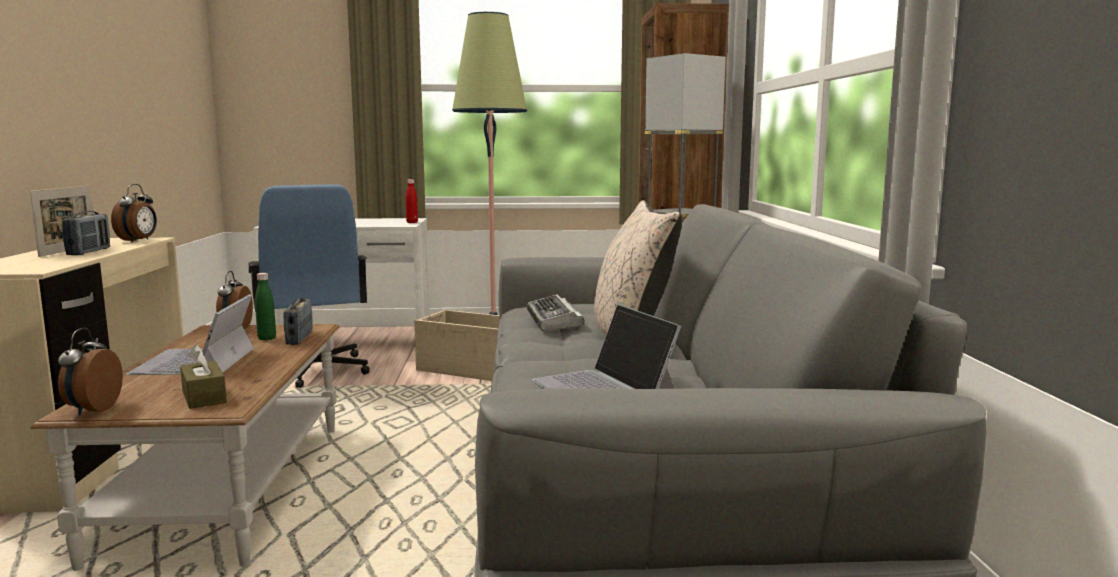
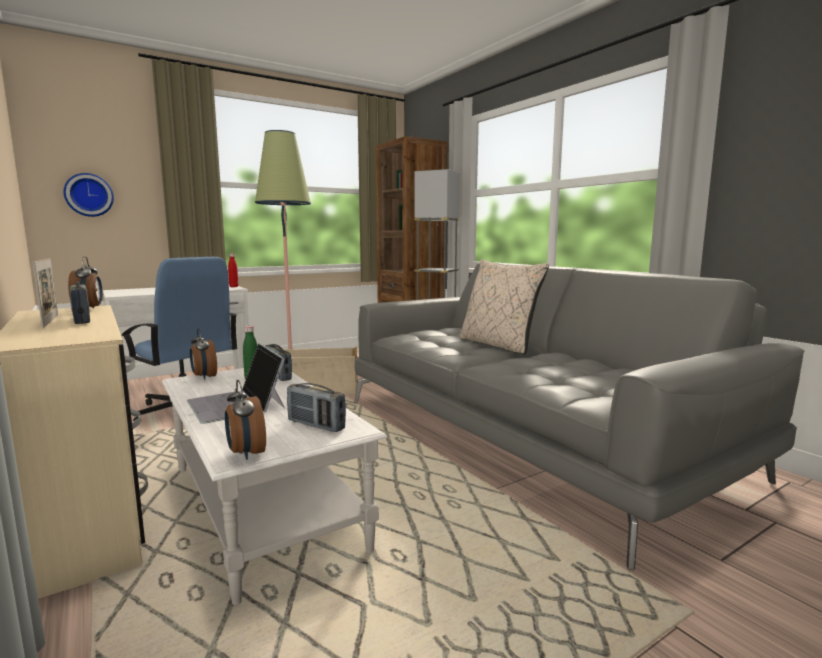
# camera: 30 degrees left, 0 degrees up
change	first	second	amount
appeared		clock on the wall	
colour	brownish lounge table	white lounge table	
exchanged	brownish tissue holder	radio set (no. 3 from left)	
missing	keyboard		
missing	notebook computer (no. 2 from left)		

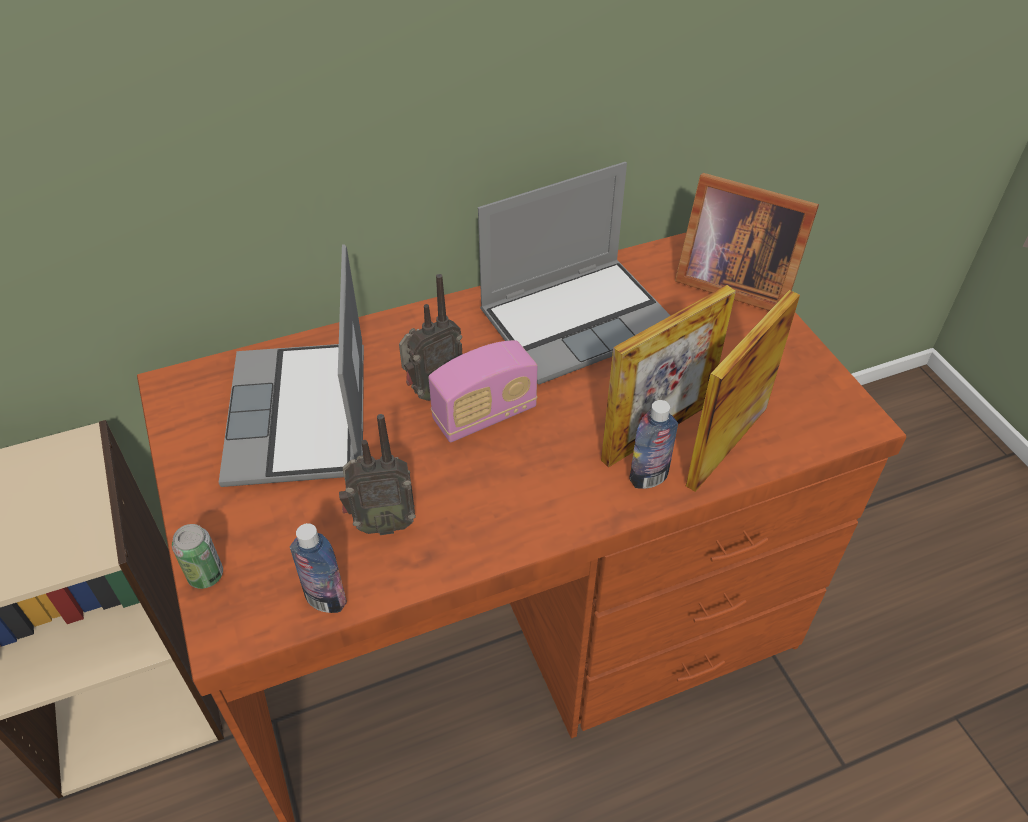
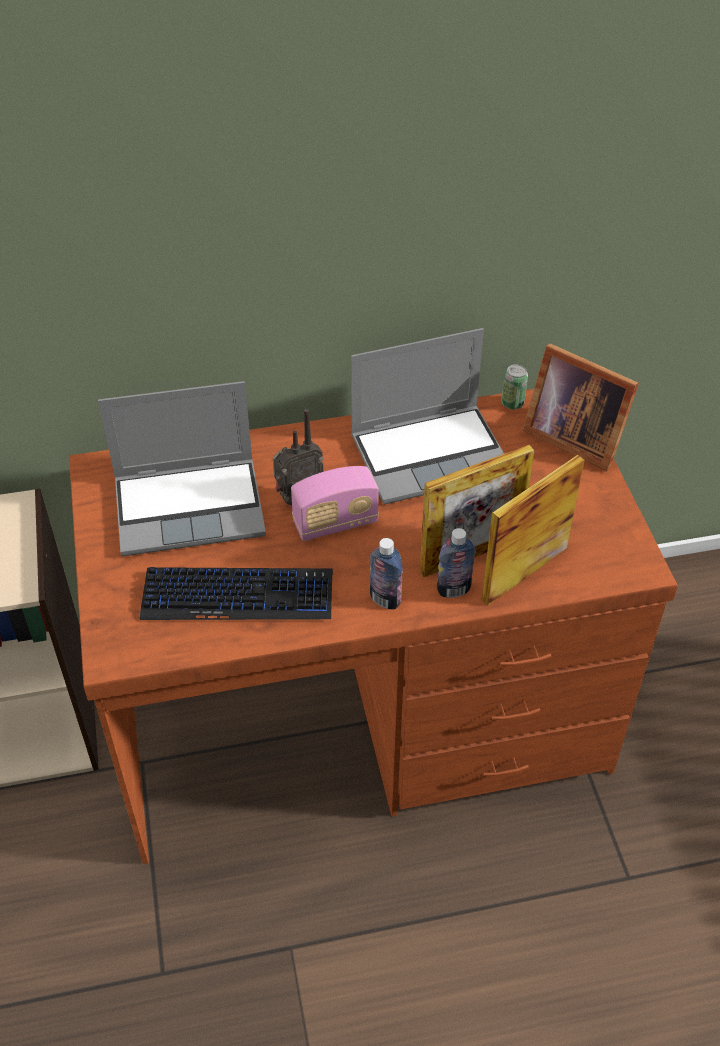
# camera: 10 degrees right, 0 degrees up
change	first	second	amount
spun	notebook computer (no. 1 from left)		105 degrees counterclockwise
exchanged	radio set (no. 1 from left)	keyboard	
relocated	drink bottle (no. 1 from left)		
relocated	metal can		

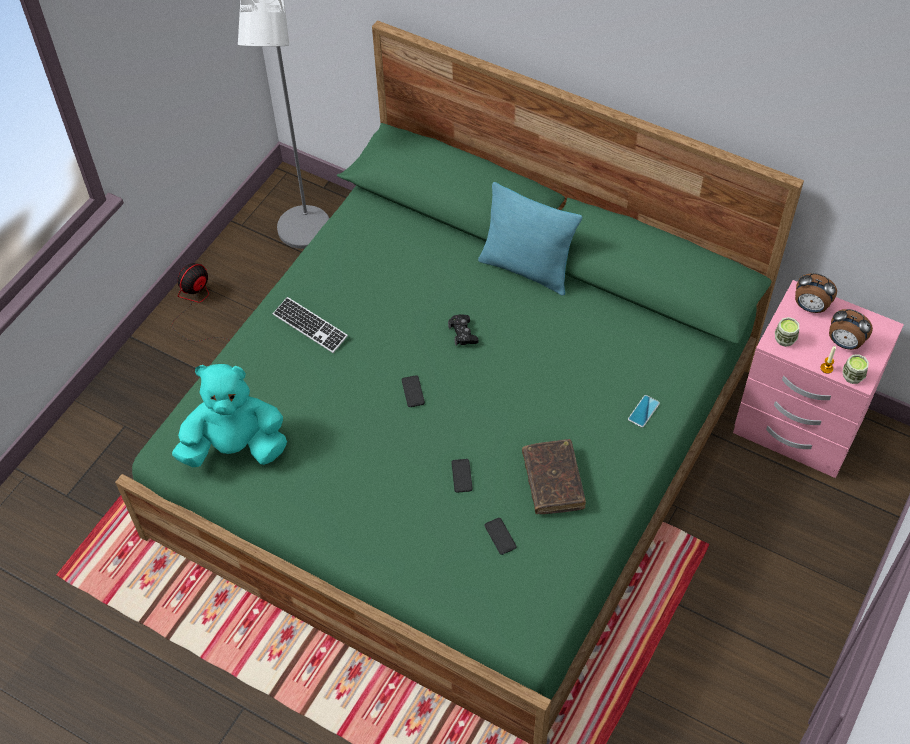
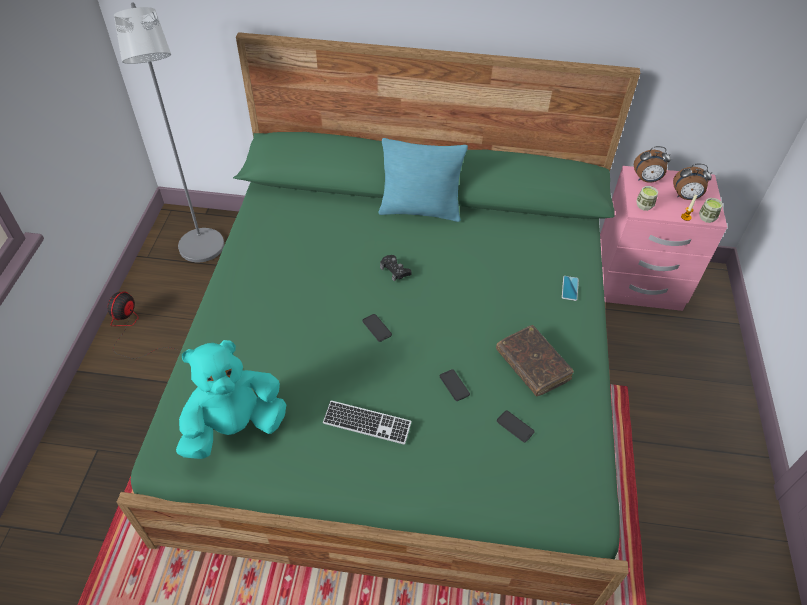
# camera: 25 degrees left, 5 degrees down
change	first	second	amount
relocated	keyboard		

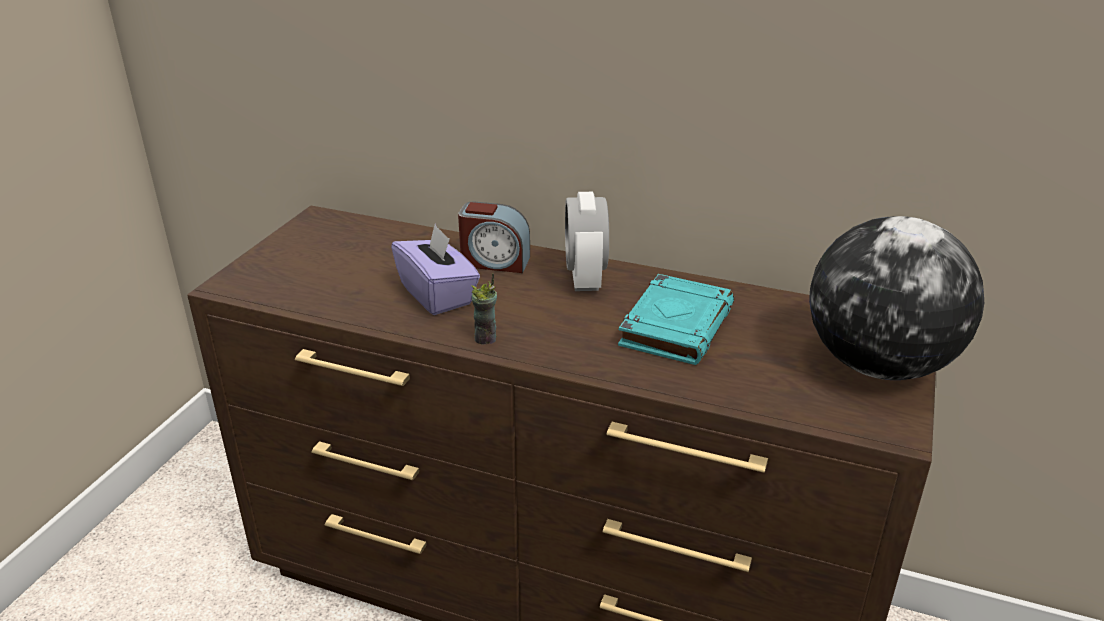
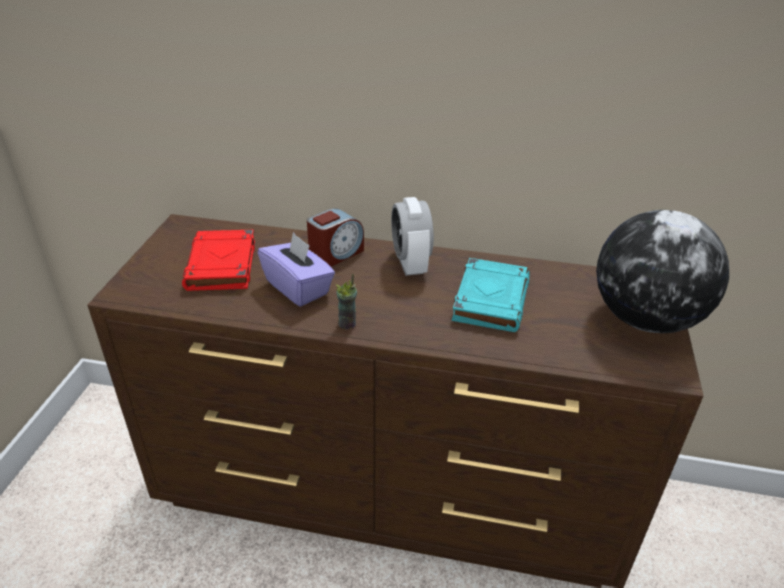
# camera: 10 degrees left, 5 degrees up
change	first	second	amount
appeared		red-coloured volume	
spun	bedside clock (no. 1 from left)		45 degrees counterclockwise

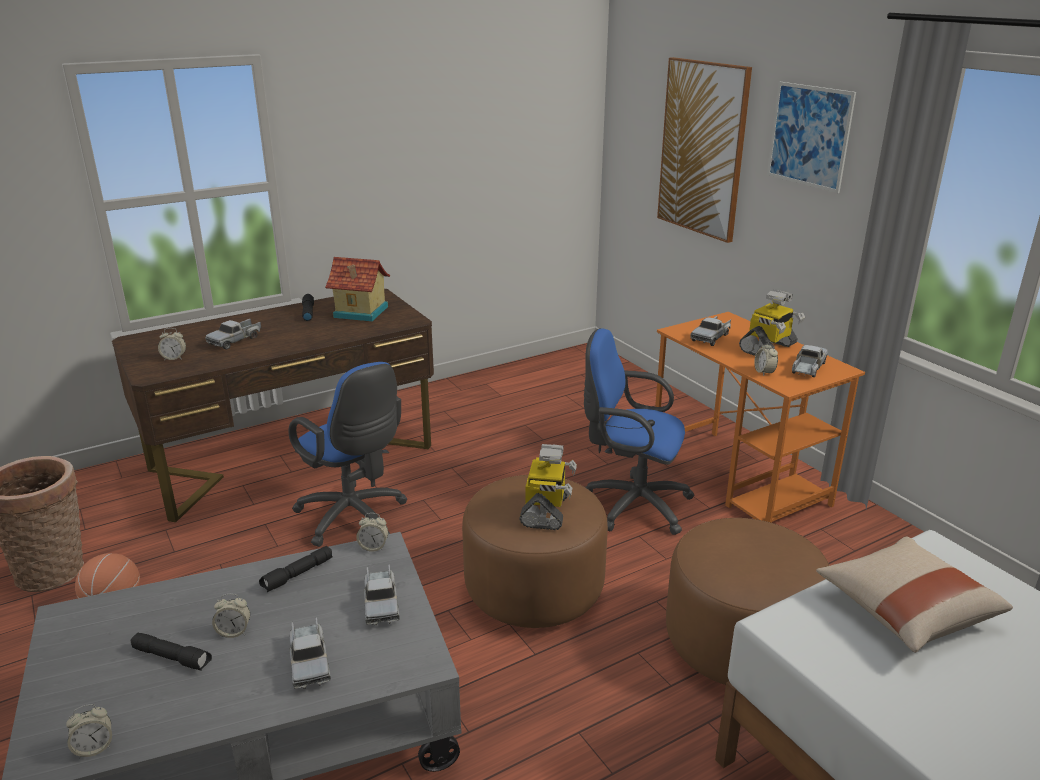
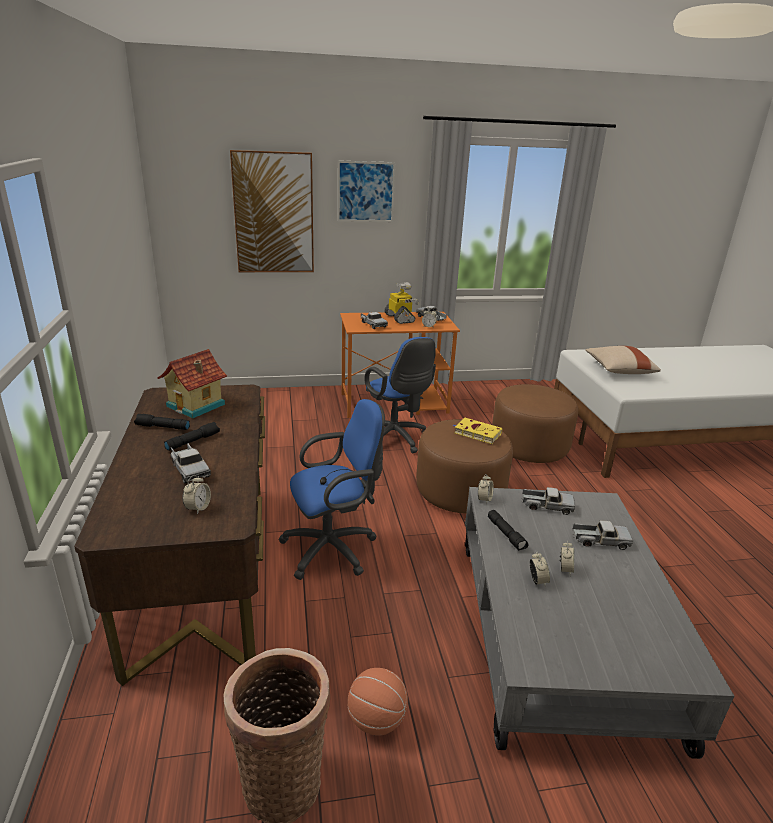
# camera: 70 degrees left, 0 degrees up
change	first	second	amount
relocated	blackish flashlight (no. 1 from left in the first image)	blackish flashlight (no. 2 from left)	
spun	blue office chair (no. 2 from left)		75 degrees counterclockwise
exchanged	toy robot (no. 1 from left)	yellowish volume	
relocated	bedside clock (no. 1 from left in the first image)	bedside clock (no. 4 from left)	

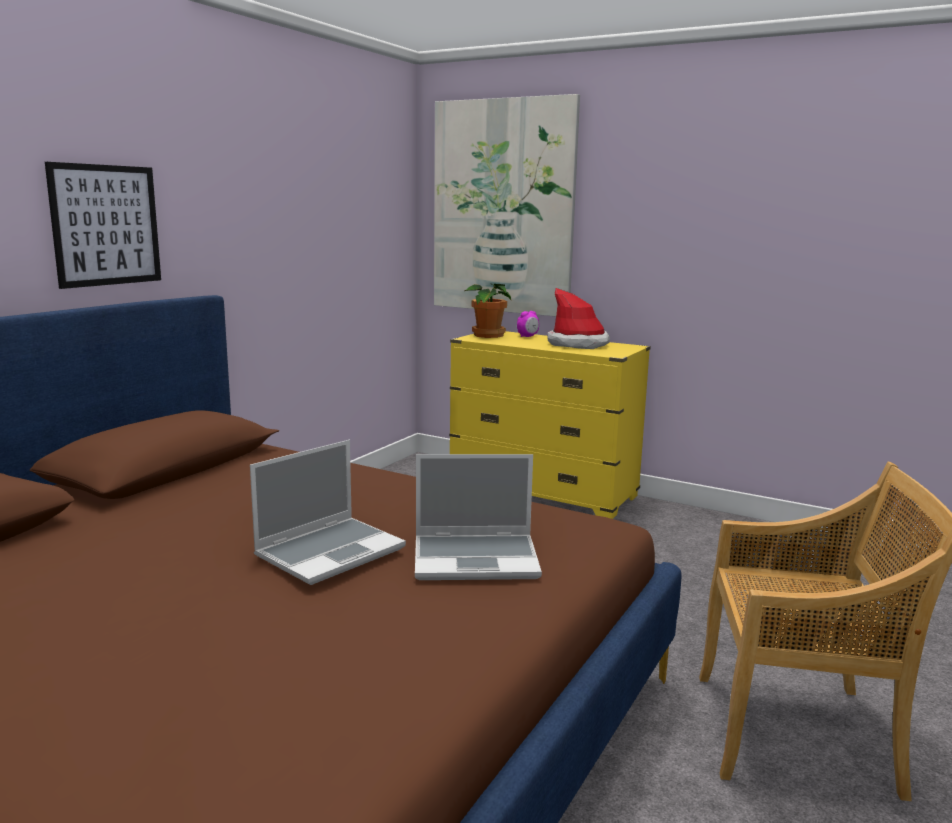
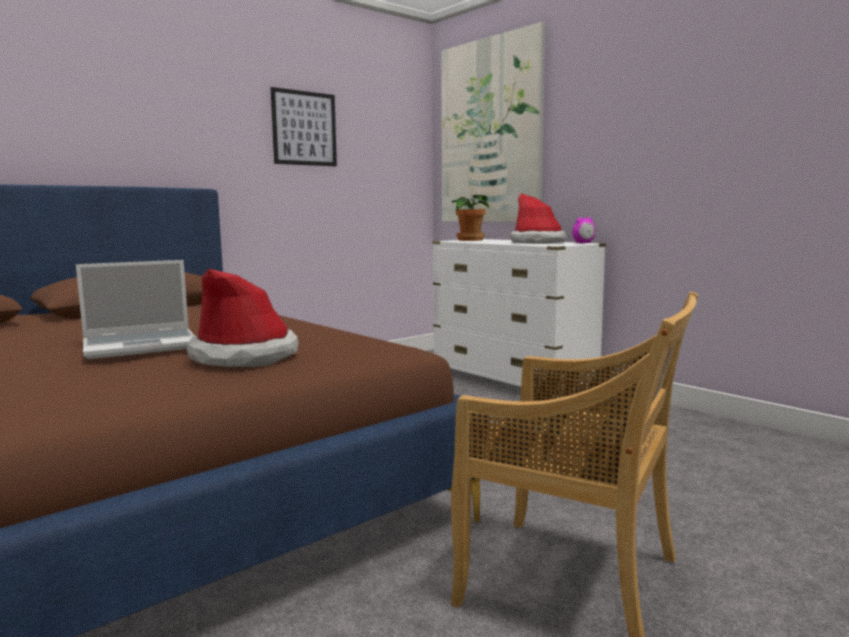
# camera: 20 degrees right, 5 degrees down
change	first	second	amount
exchanged	notebook computer (no. 2 from left)	clothing hat (no. 1 from left)	
relocated	picture (no. 1 from left)		
colour	yellowish drawer chest	white drawer chest	
relocated	bedside clock		

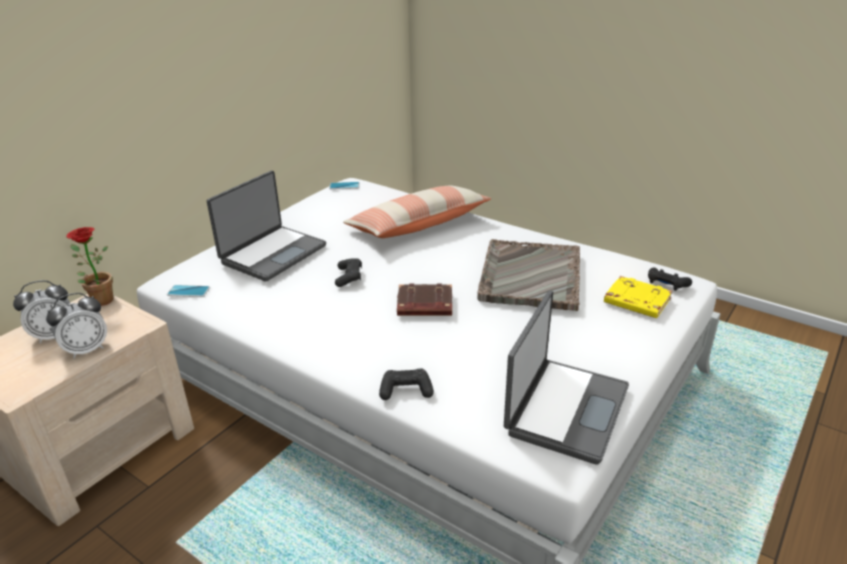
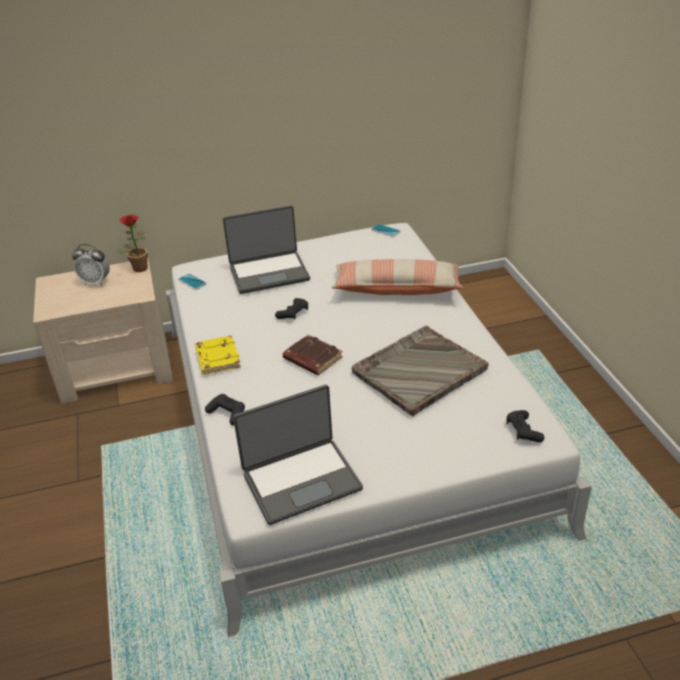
# camera: 40 degrees right, 5 degrees up
change	first	second	amount
relocated	yellowish volume		
missing	bedside clock (no. 2 from left)		

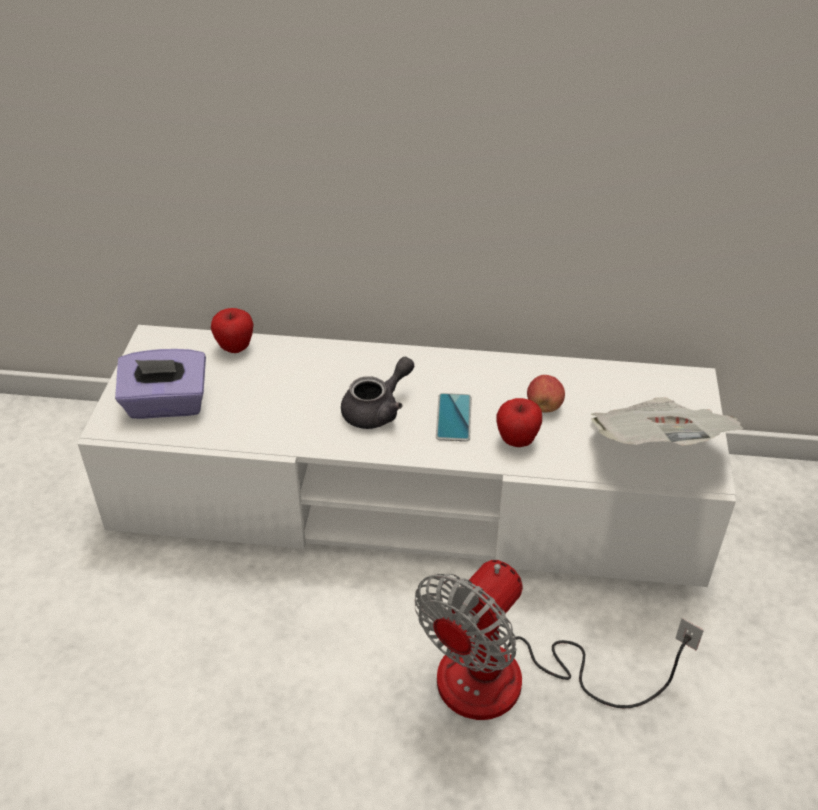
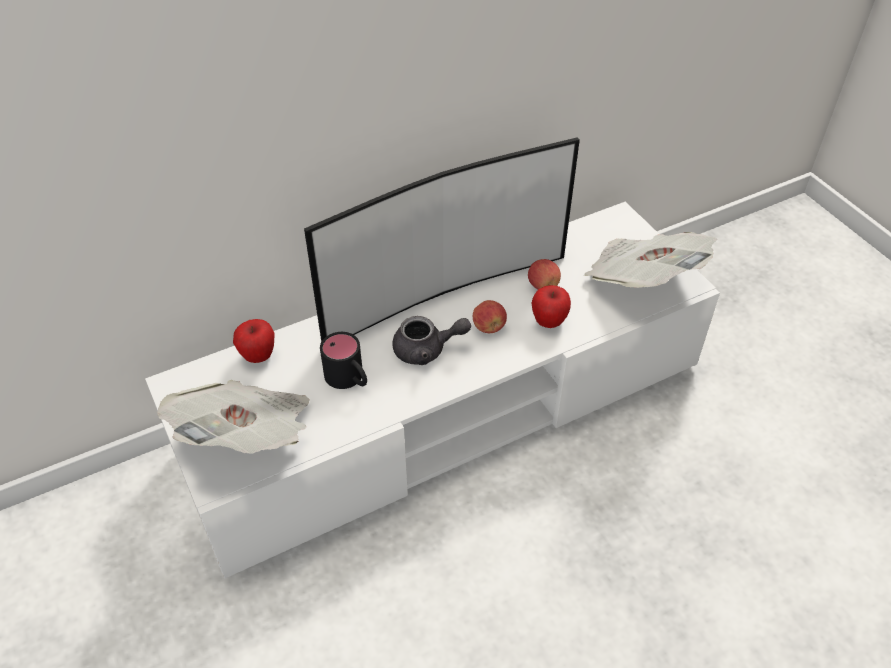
# camera: 35 degrees left, 5 degrees up
change	first	second	amount
exchanged	purple-coloured tissue holder	newspaper (no. 1 from left)	
appeared		TV set	
appeared		blackish coffee mug	
spun	grey teapot		75 degrees clockwise
exchanged	telephone	apple fruit (no. 2 from left)	
missing	cooling fan		

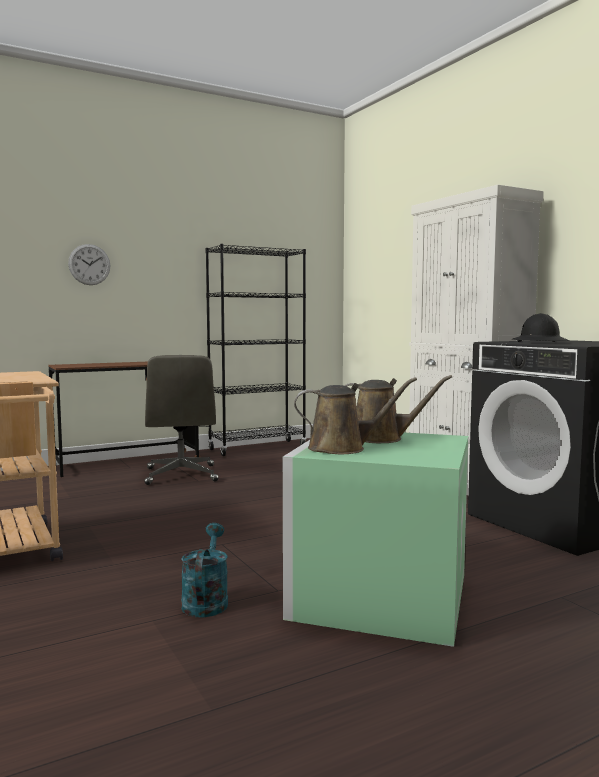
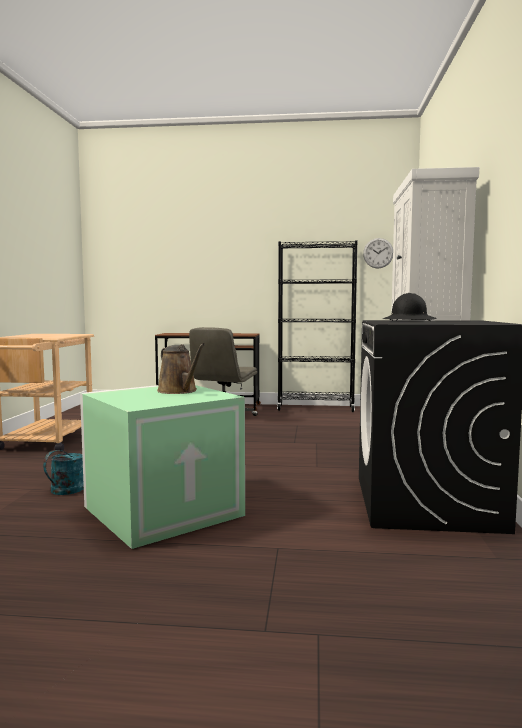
# camera: 35 degrees right, 0 degrees up
change	first	second	amount
relocated	clock on the wall		
missing	brownish watering can (no. 1 from left)		

